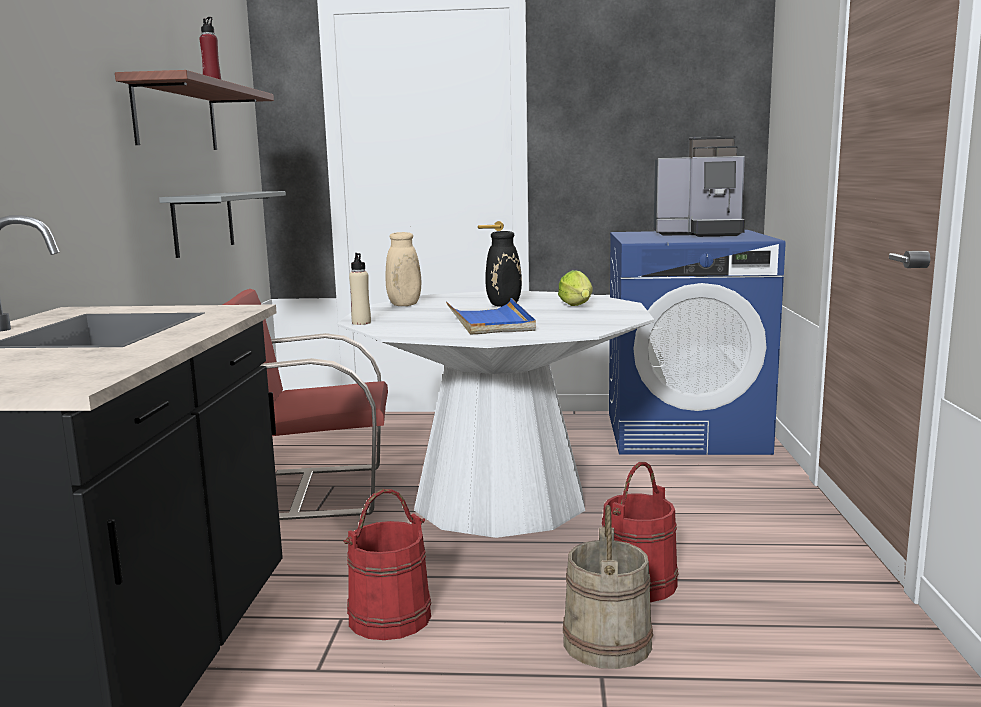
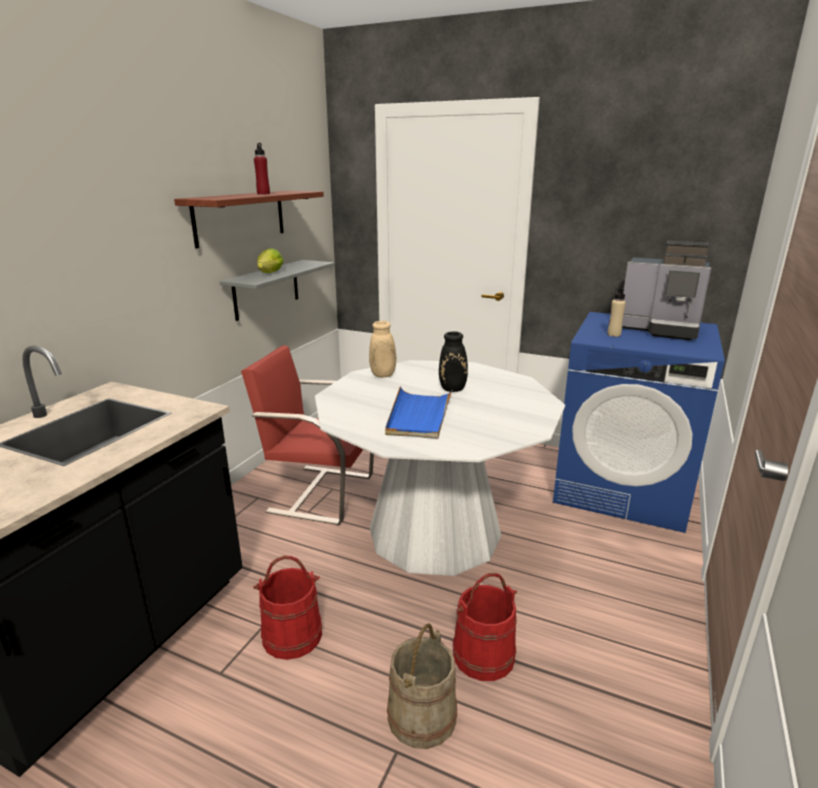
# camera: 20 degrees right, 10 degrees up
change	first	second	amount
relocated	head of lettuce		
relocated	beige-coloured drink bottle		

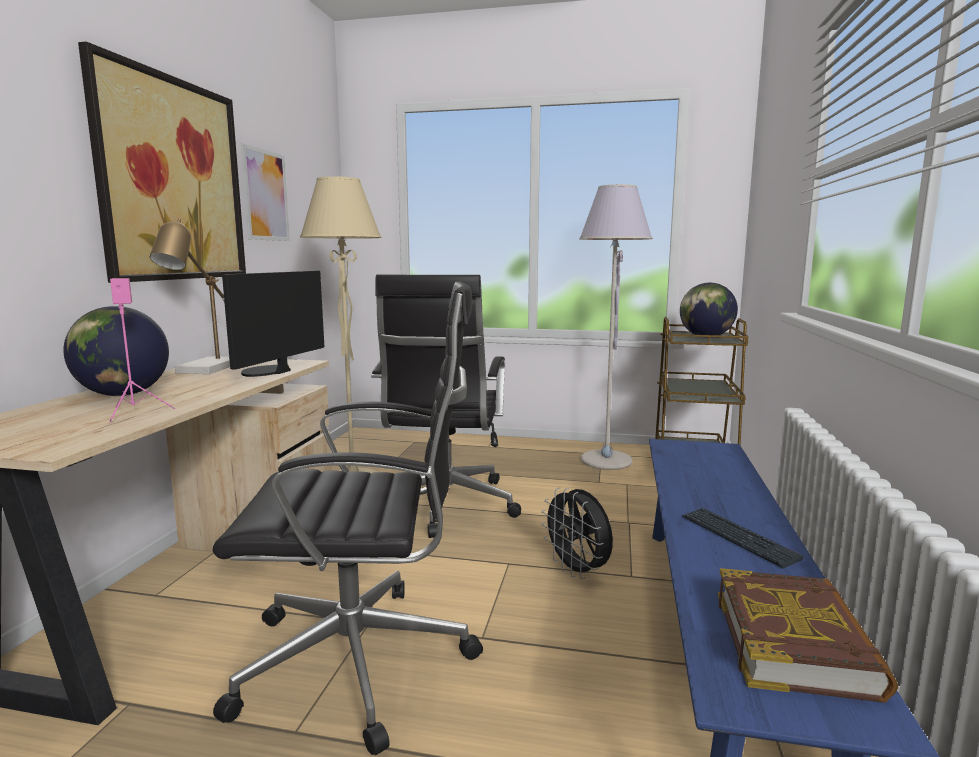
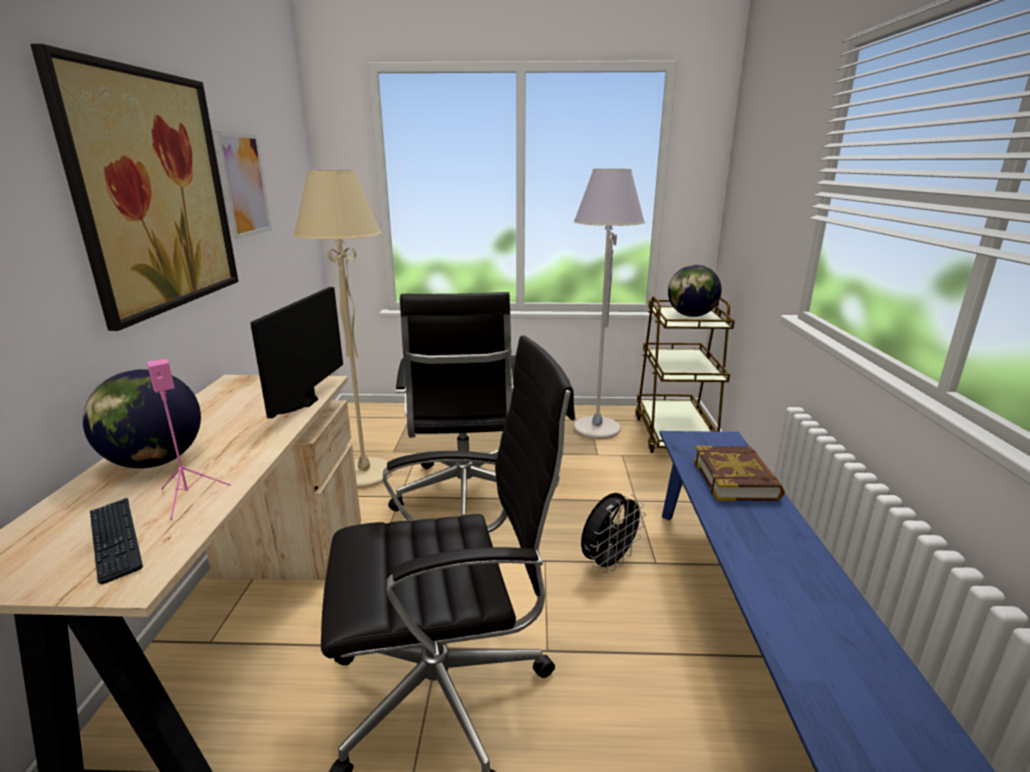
# camera: 10 degrees left, 10 degrees up
change	first	second	amount
relocated	keyboard		
spun	blackish cooling fan		90 degrees counterclockwise
relocated	volume		
missing	lamp for a table		

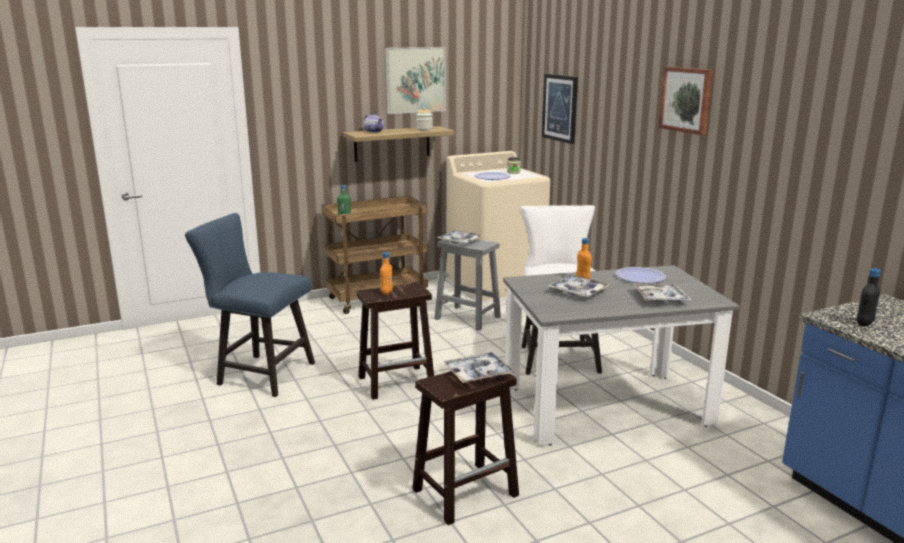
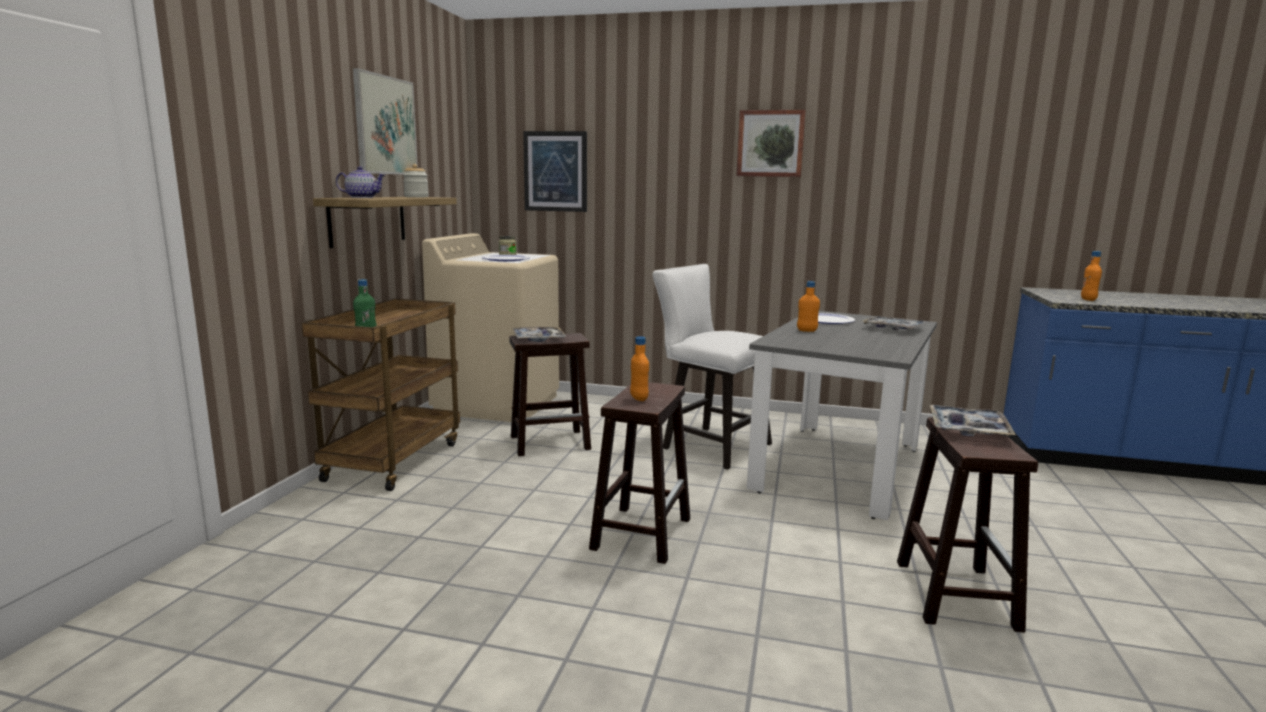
# camera: 50 degrees left, 5 degrees down
change	first	second	amount
colour	grey stool	brownish stool (no. 1 from left)	
colour	blackish drink bottle	orange-coloured drink bottle (no. 3 from left)	
missing	blue upright chair		
missing	tray (no. 3 from left)		

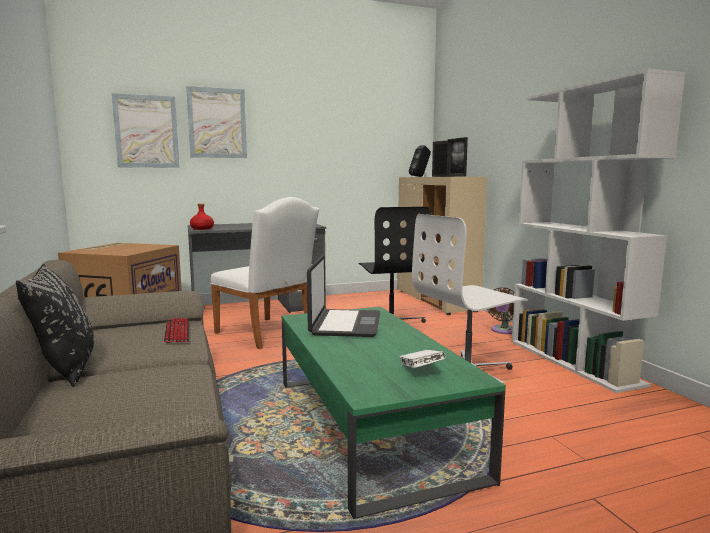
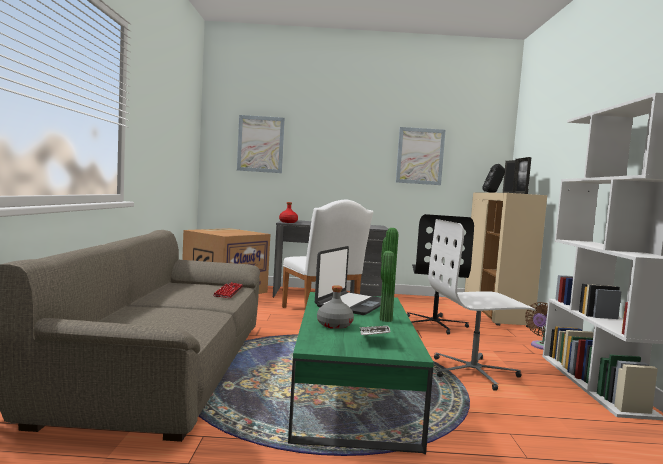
# camera: 20 degrees right, 5 degrees down
change	first	second	amount
appeared		grey drink bottle	
appeared		potted plant	
relocated	picture (no. 2 from left)		
missing	blackish cushion		

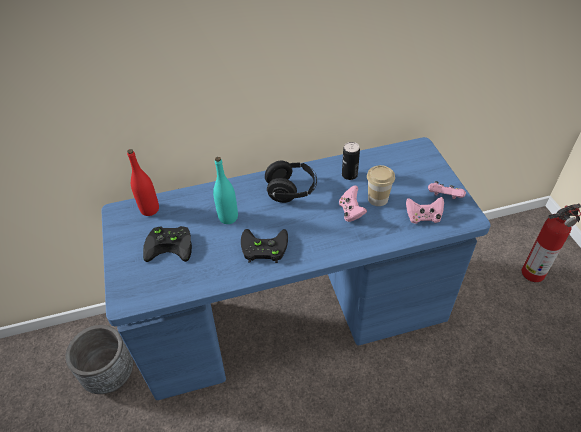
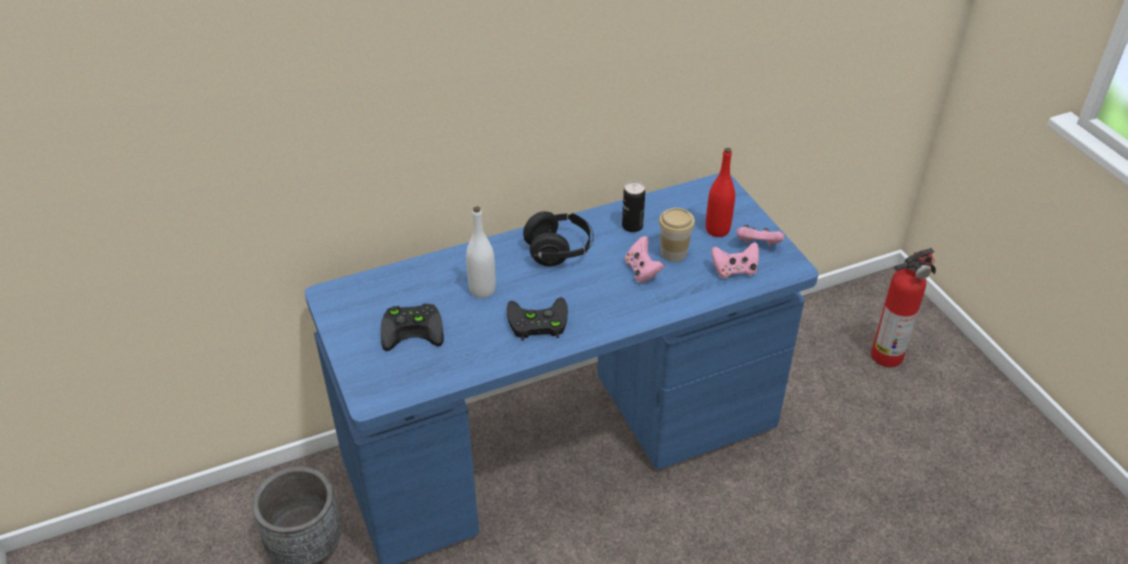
# camera: 10 degrees left, 5 degrees down
change	first	second	amount
colour	turquoise drink bottle	white drink bottle	
relocated	red-coloured drink bottle		

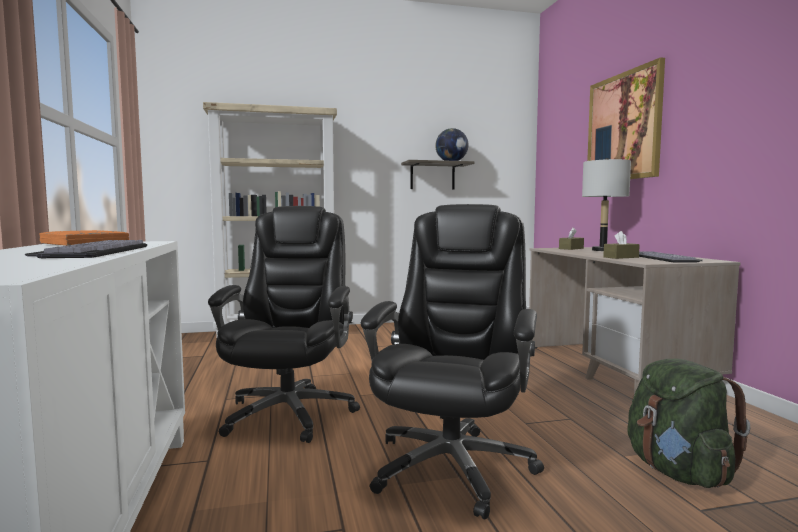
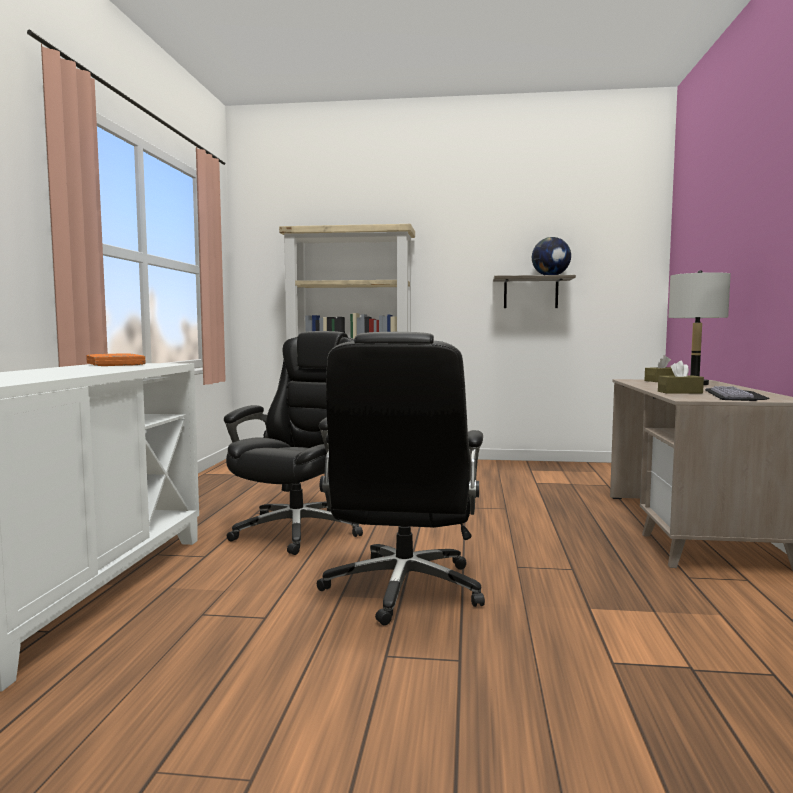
# camera: 20 degrees right, 0 degrees up
change	first	second	amount
spun	blackish office chair (no. 2 from left)		150 degrees clockwise
missing	keyboard (no. 1 from left)		
missing	picture		
missing	greenish backpack		

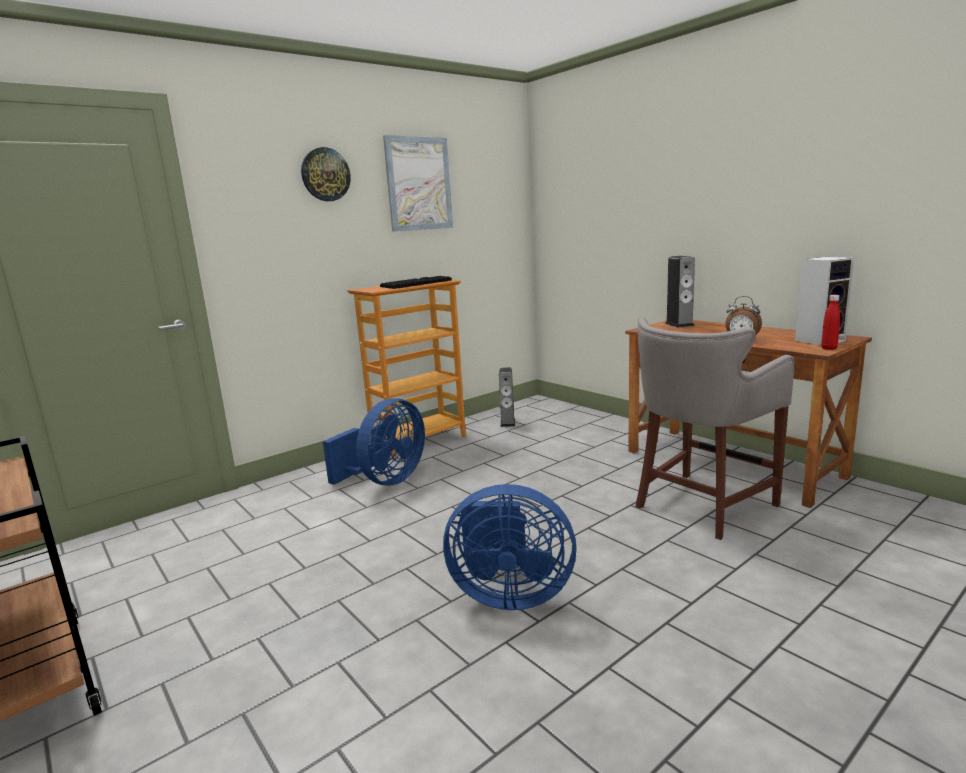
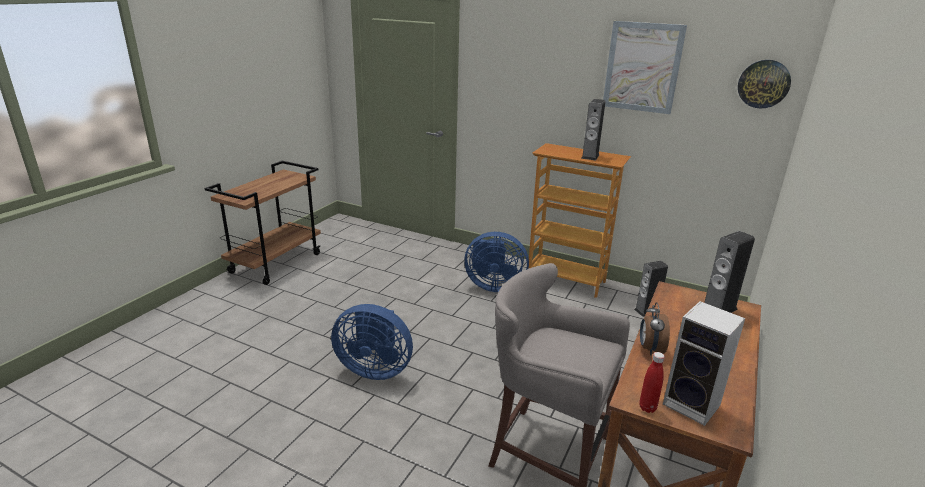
# camera: 65 degrees right, 10 degrees up
change	first	second	amount
spun	blue cooling fan (no. 2 from left in the first image)	blue cooling fan (no. 1 from left)	60 degrees counterclockwise
exchanged	keyboard	audio speaker (no. 1 from left)	
relocated	clock on the wall		

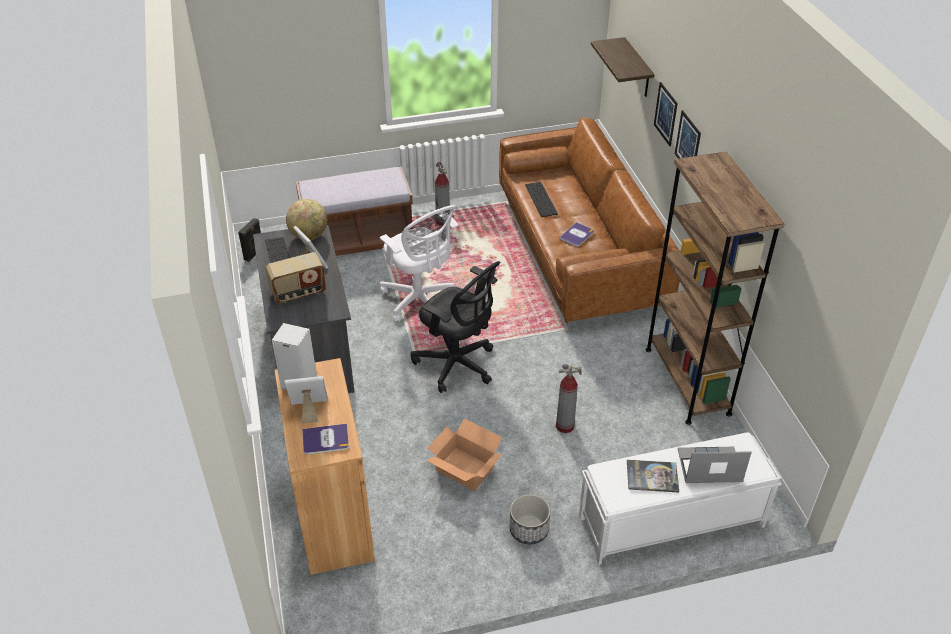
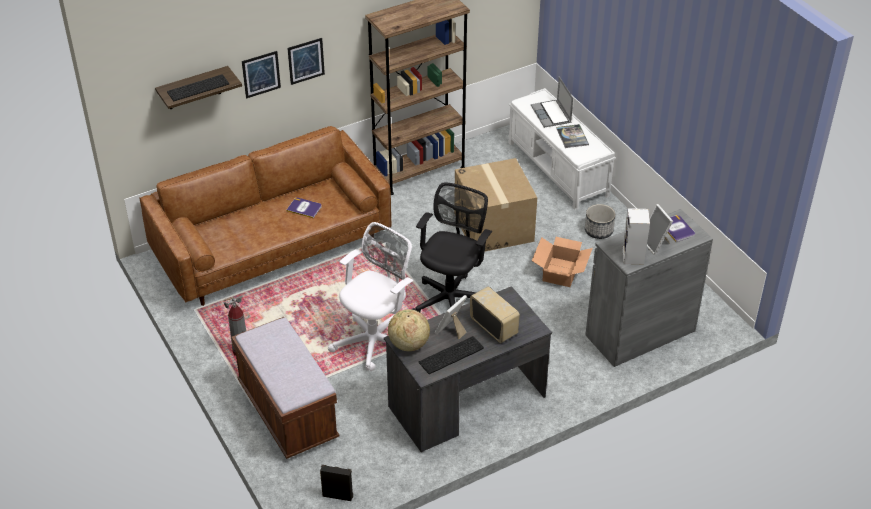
# camera: 105 degrees left, 0 degrees up
change	first	second	amount
relocated	keyboard (no. 2 from left in the first image)	keyboard (no. 1 from left)	
exchanged	fire extinguisher (no. 2 from left)	carton (no. 1 from left)	
colour	brownish cupboard	grey cupboard	

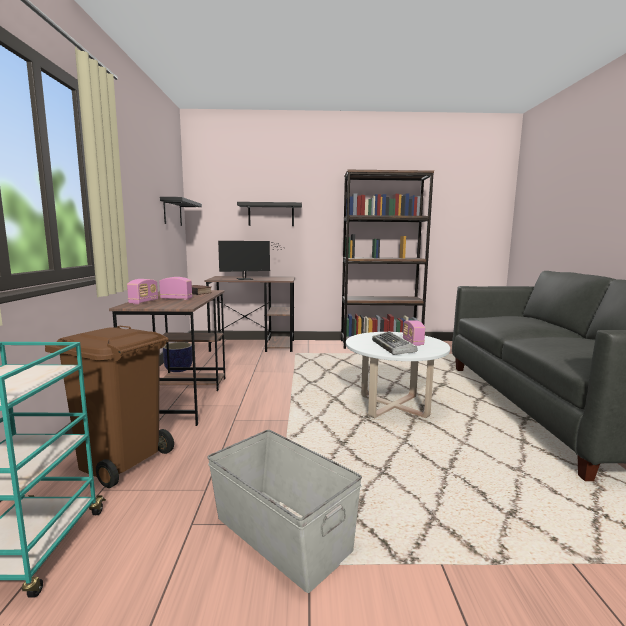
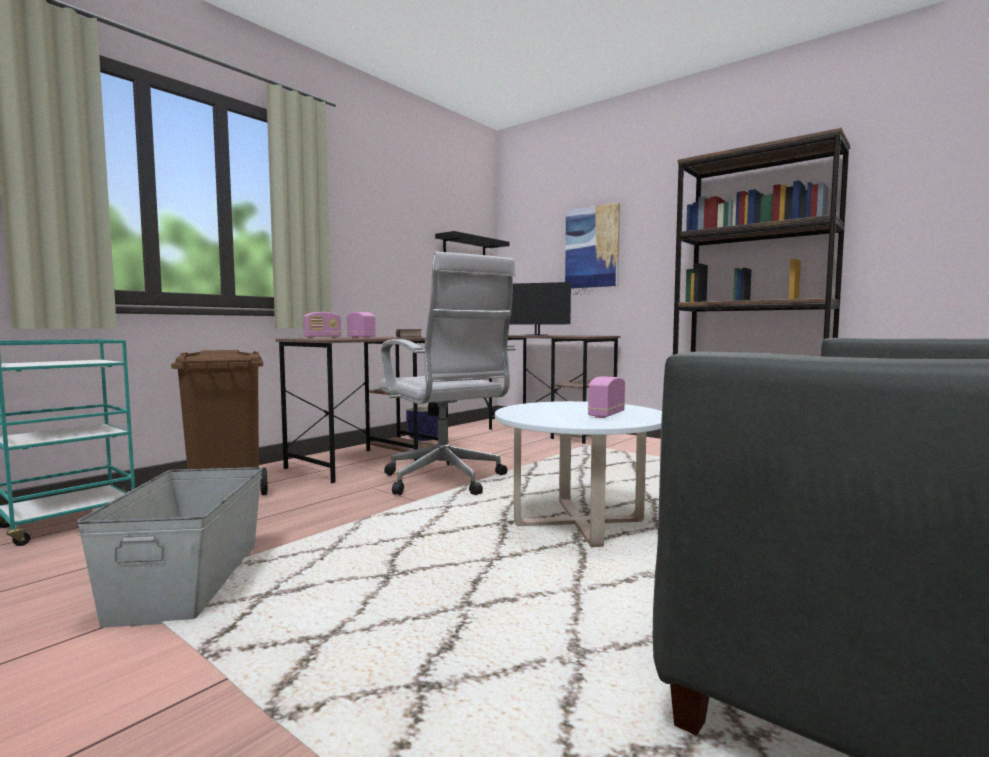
# camera: 40 degrees right, 5 degrees down
change	first	second	amount
appeared		white office chair	
exchanged	blackish bracket shelf (no. 2 from left)	picture	
missing	keyboard		

